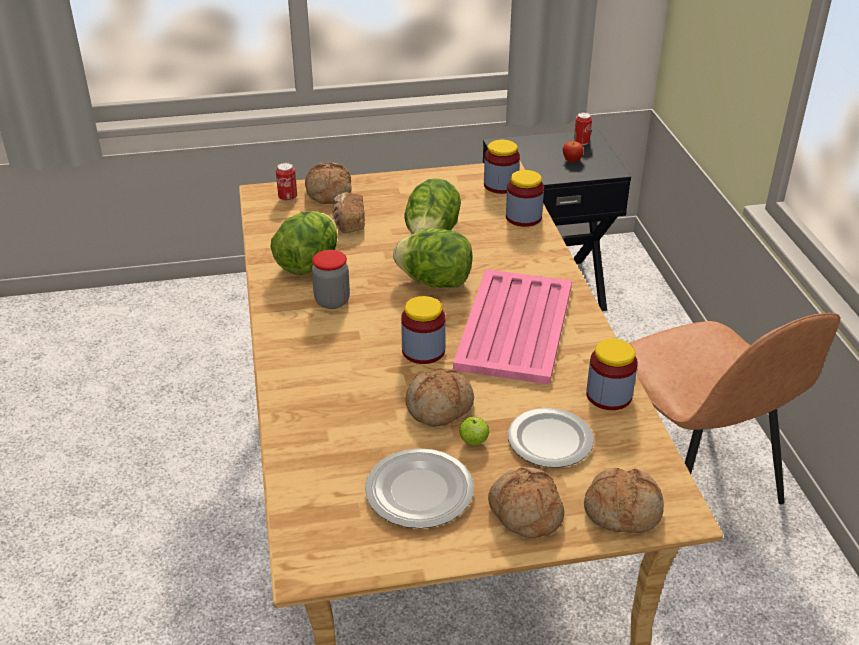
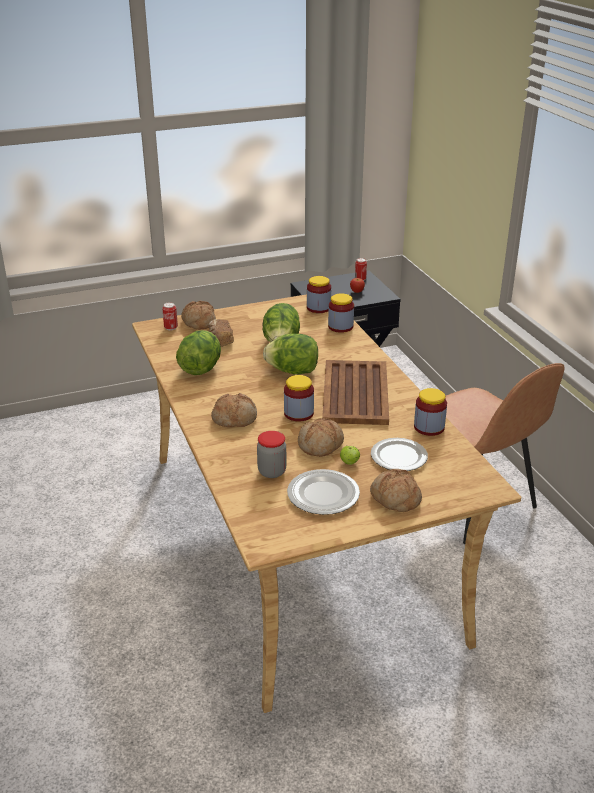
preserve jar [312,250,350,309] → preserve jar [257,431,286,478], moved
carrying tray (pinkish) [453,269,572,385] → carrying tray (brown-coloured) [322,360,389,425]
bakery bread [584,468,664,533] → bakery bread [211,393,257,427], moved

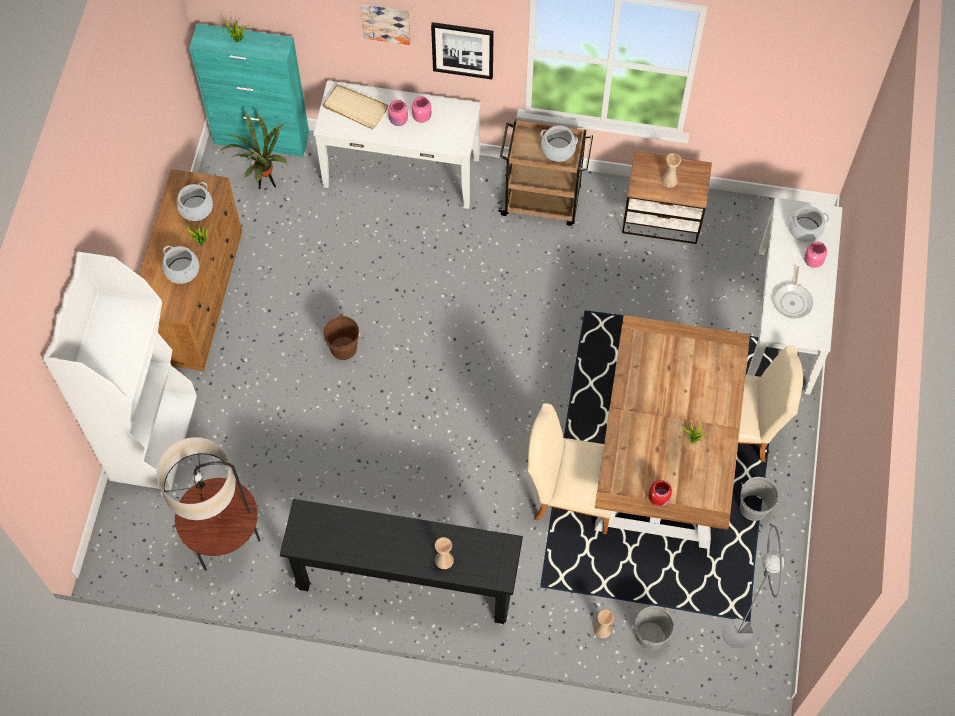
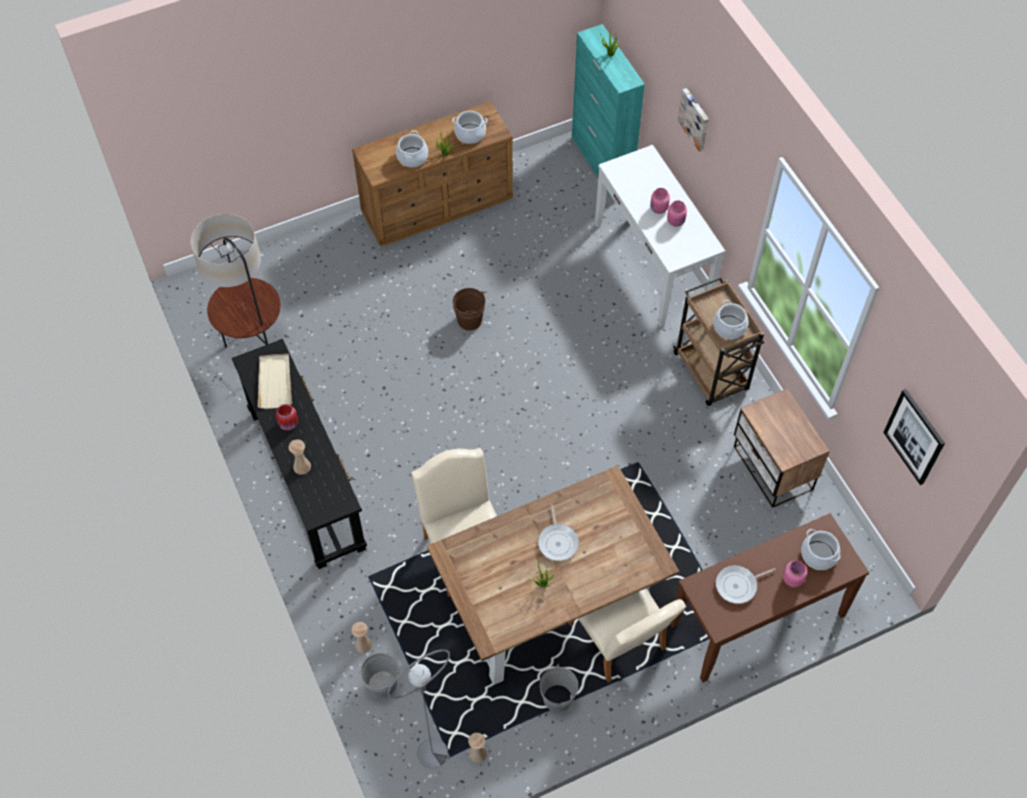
bookshelf (white-coloured) [43,252,197,491] → -
plant in a pot [219,111,287,189] → -
carrying tray (beige) [323,84,388,129] → carrying tray (beige) [258,353,292,409], moved
picture [431,22,494,79] → picture [883,389,945,485], moved
preserve jar (reddish) [649,480,672,507] → preserve jar (reddish) [276,404,298,431], moved
flower vase (beige) [661,153,681,188] → flower vase (beige) [468,733,487,763], moved
console table (white-coloured) [747,197,842,395] → console table (brown-coloured) [670,513,869,682]
- → frying pan [538,504,579,561]

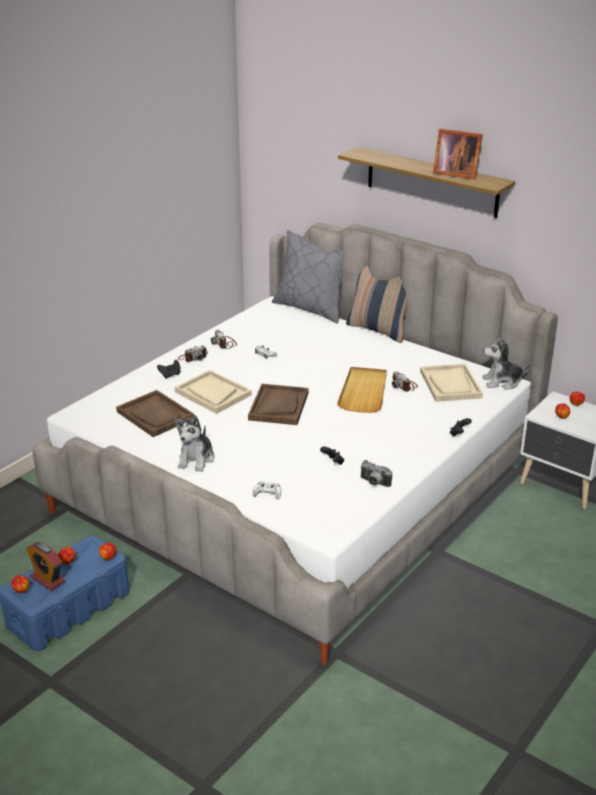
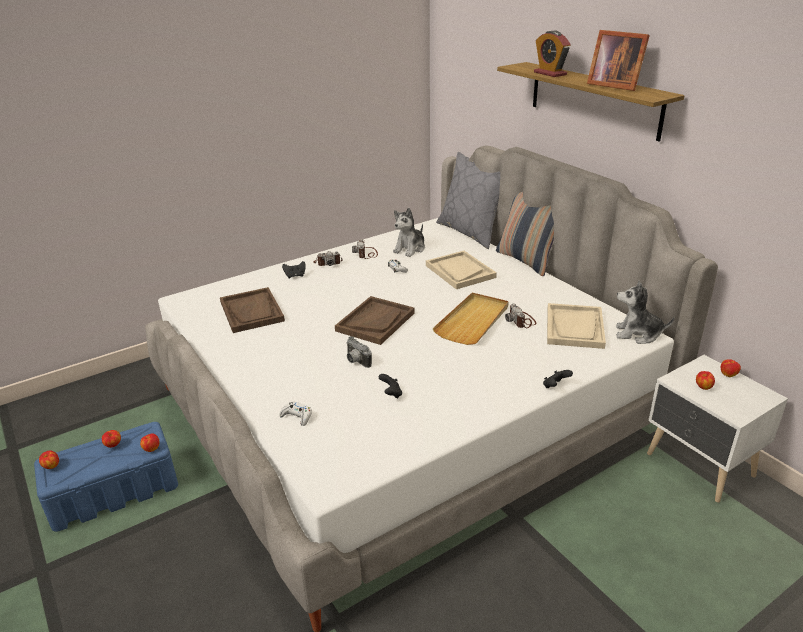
bedside clock [26,542,65,591] → bedside clock [534,31,571,77], moved
plush toy [174,414,215,472] → plush toy [393,208,425,257], moved
carrying tray (beige) [175,370,252,414] → carrying tray (beige) [426,251,497,289], moved
still camera [360,460,392,487] → still camera [346,336,372,368], moved

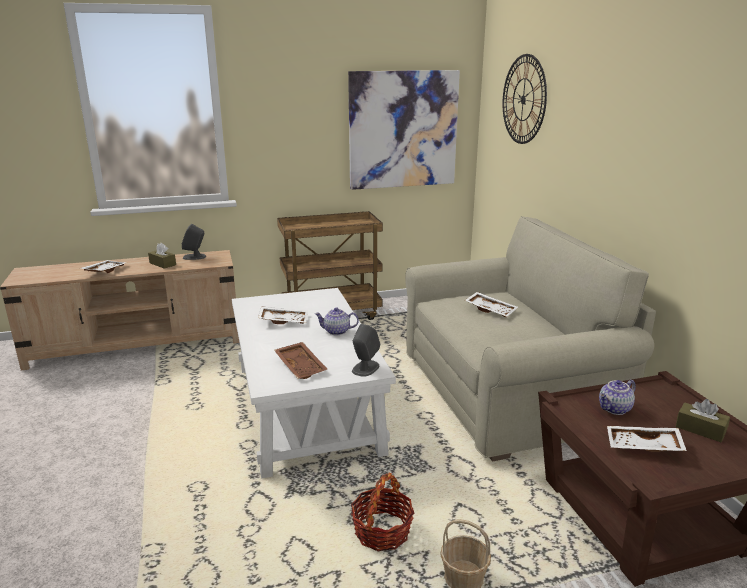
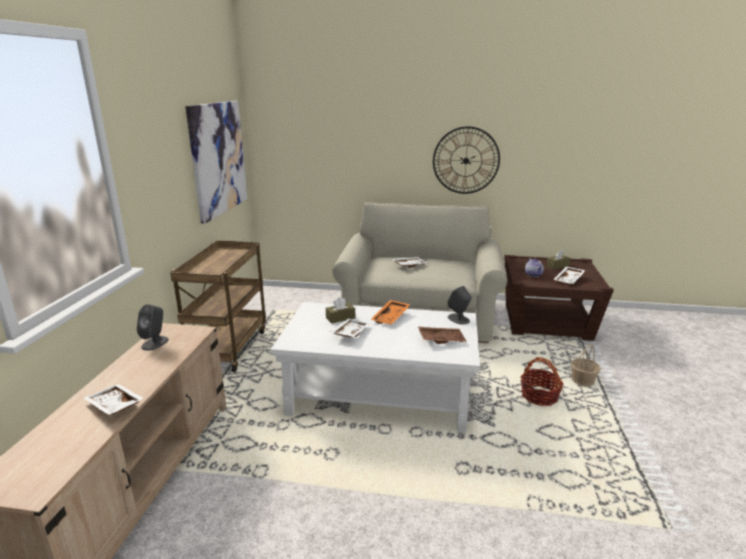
box of tissues (brown-coloured) [148,243,176,269] → box of tissues (brown-coloured) [326,297,355,324], moved
teapot [315,307,359,335] → carrying tray (orange-coloured) [370,300,410,324]
clock on the wall [503,54,547,144] → clock on the wall [433,126,500,194], moved

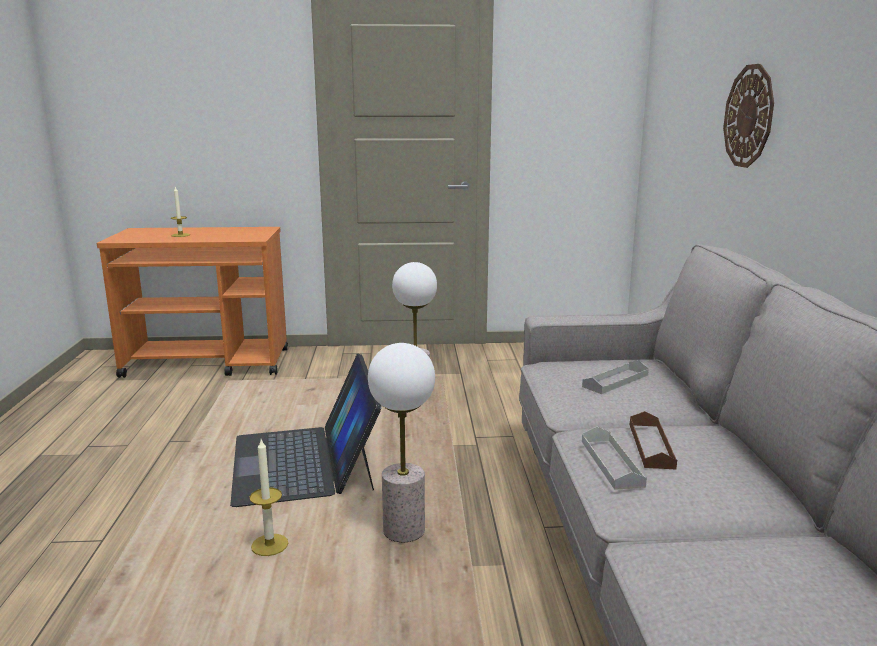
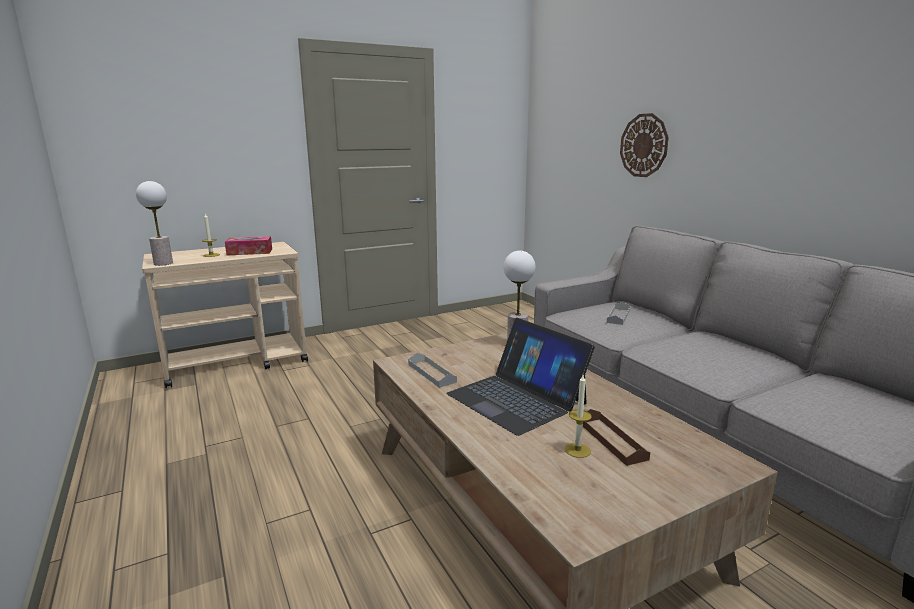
wheeled cart (orange-coloured) [97,227,288,378] → wheeled cart (beige) [142,242,308,388]
table lamp [368,343,435,542] → table lamp [136,181,173,266], moved
carrying tray (gray) [582,426,647,490] → carrying tray (gray) [408,353,457,388], moved
carrying tray (brown-coloured) [630,411,677,469] → carrying tray (brown-coloured) [583,409,650,466], moved
- → box of tissues [225,236,272,255]

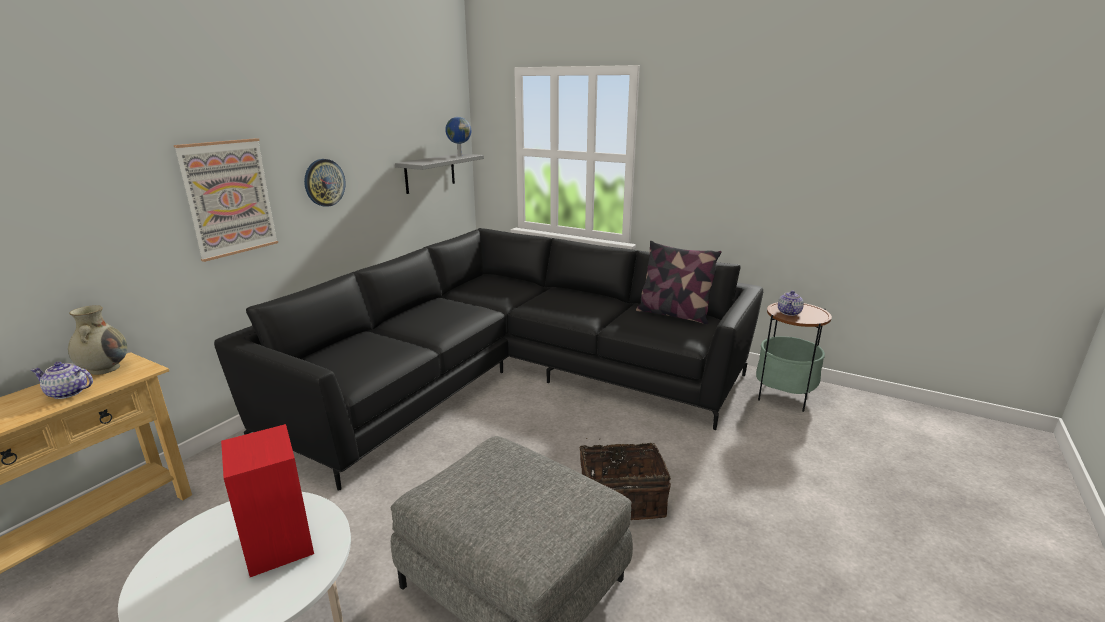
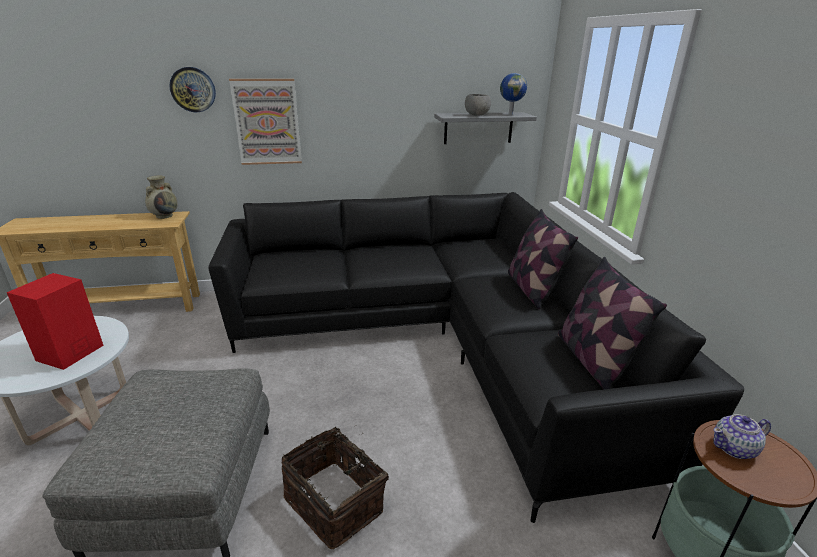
teapot [31,362,93,399] → -
clock on the wall [304,159,346,207] → clock on the wall [169,67,216,112], moved
- → bowl (gray) [465,94,491,116]
- → throw pillow [508,209,578,309]

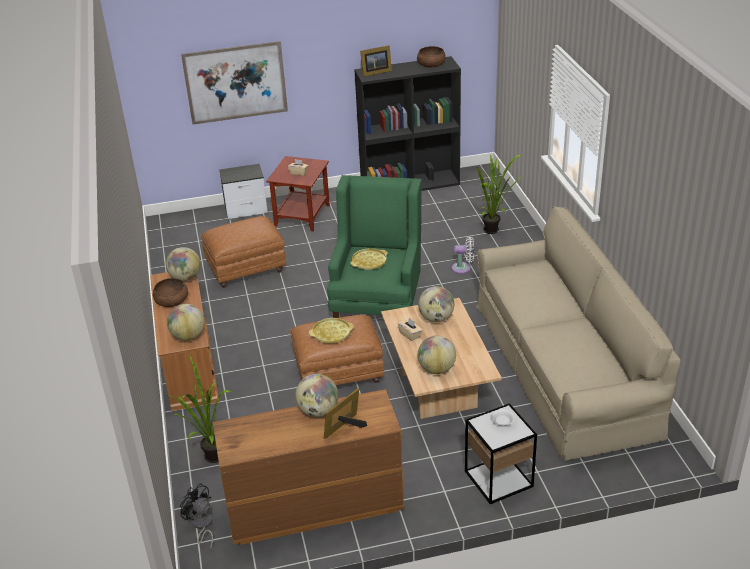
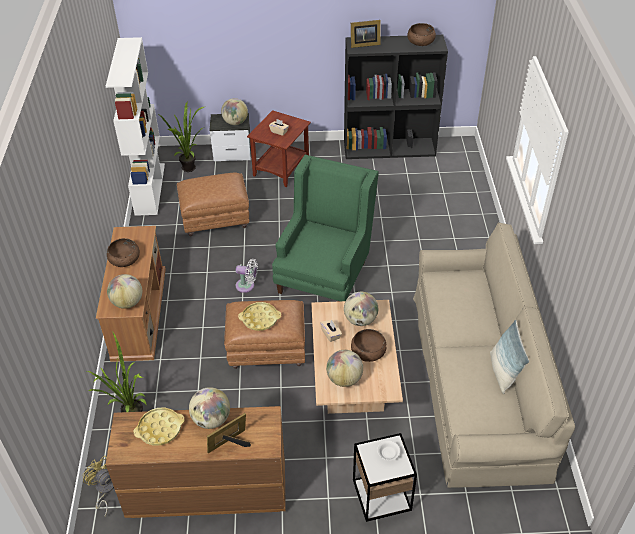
desk globe [166,247,201,281] → desk globe [221,98,248,125], moved
electric fan (black) [180,483,213,549] → electric fan (yellow-coloured) [83,456,114,516]
picture [181,41,288,125] → -
carrying tray (yellow-coloured) [351,248,388,270] → carrying tray (yellow-coloured) [133,408,185,446], moved
electric fan (white-coloured) [452,237,474,274] → electric fan (white-coloured) [236,259,258,293], moved
plant in a pot [477,154,523,234] → plant in a pot [160,102,204,172], moved
- → bookshelf (white-coloured) [106,37,165,216]
- → bowl (brown-coloured) [351,329,387,362]
- → throw pillow [490,320,529,394]

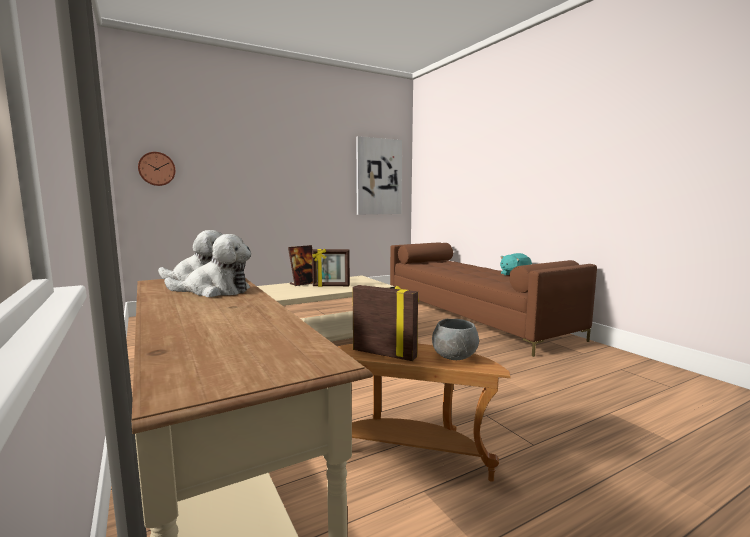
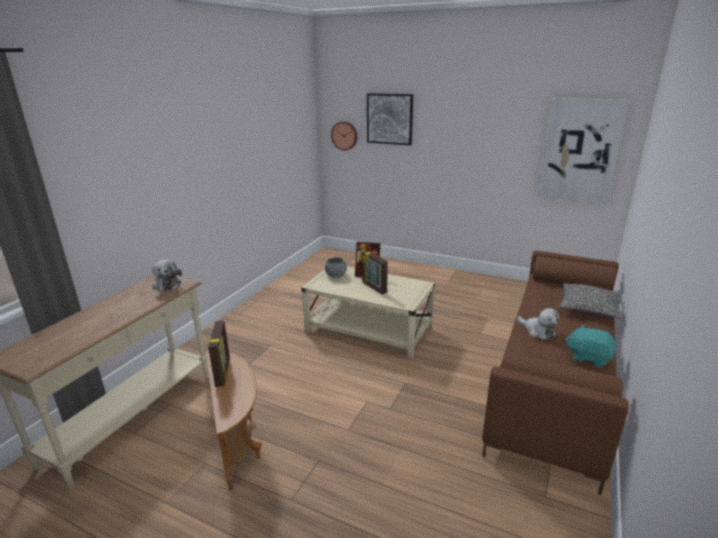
plush toy [164,234,251,297] → plush toy [517,308,559,340], moved
bowl (gray) [432,319,479,360] → bowl (gray) [325,257,347,278], moved
- → picture [367,93,413,145]
- → throw pillow [559,283,623,319]

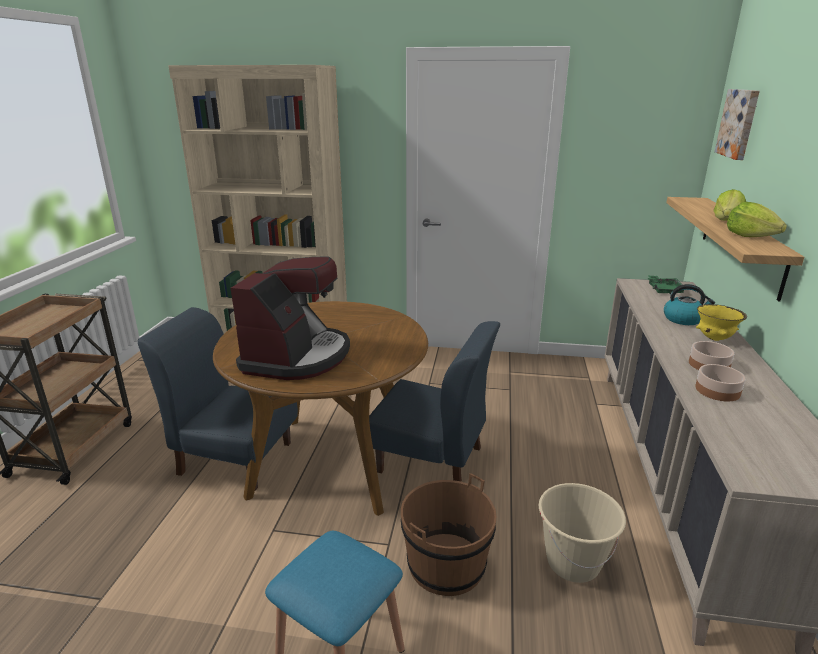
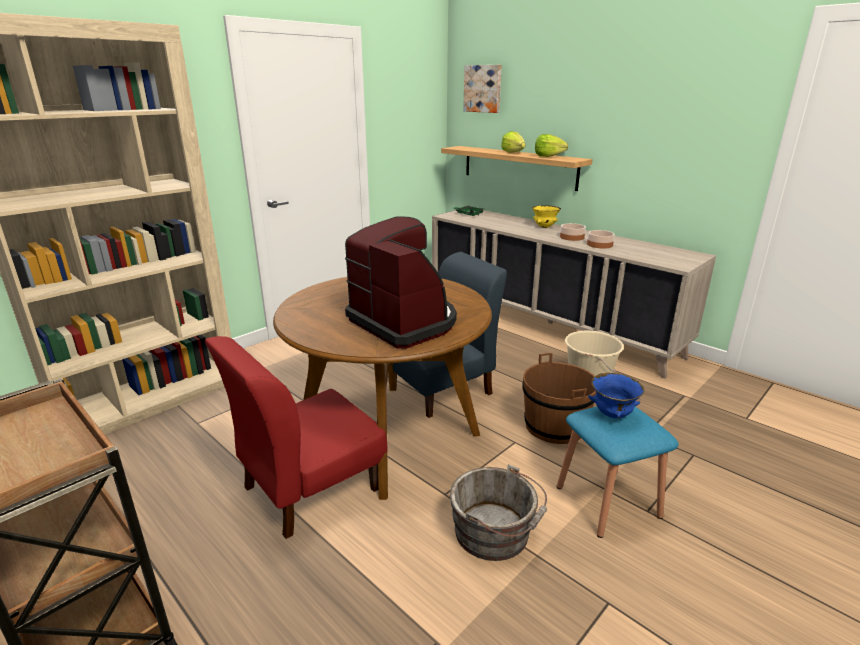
chair (blue) [138,307,298,491] → chair (reddish) [205,336,387,539]
kettle [664,284,715,325] → -
- → water bucket (gray) [450,464,547,561]
- → bowl (blue) [588,373,644,418]

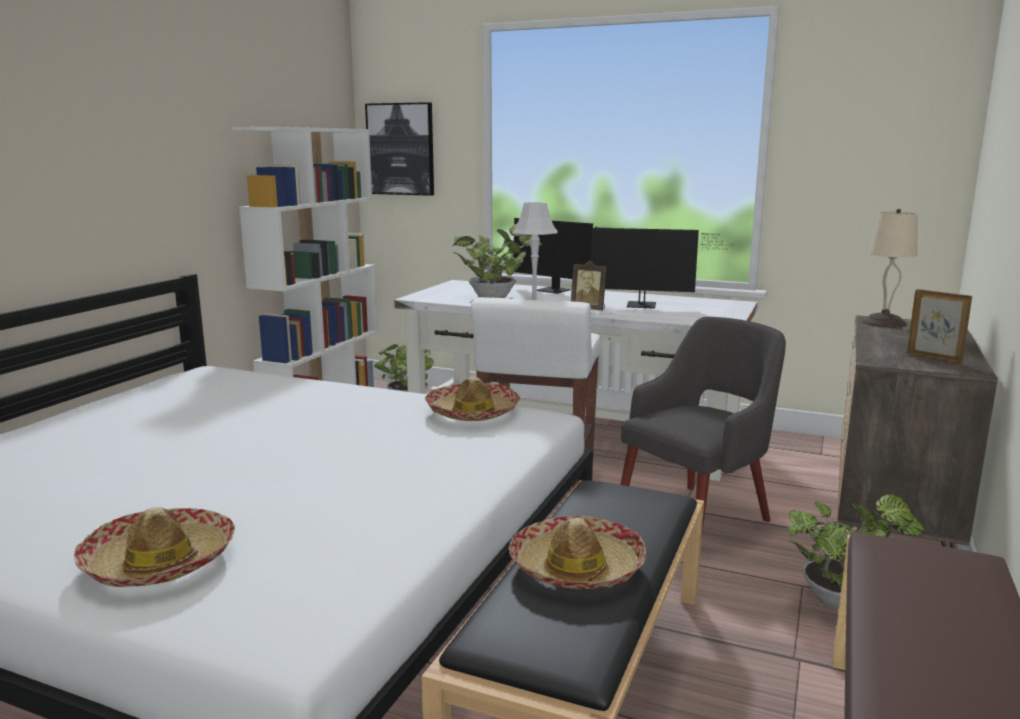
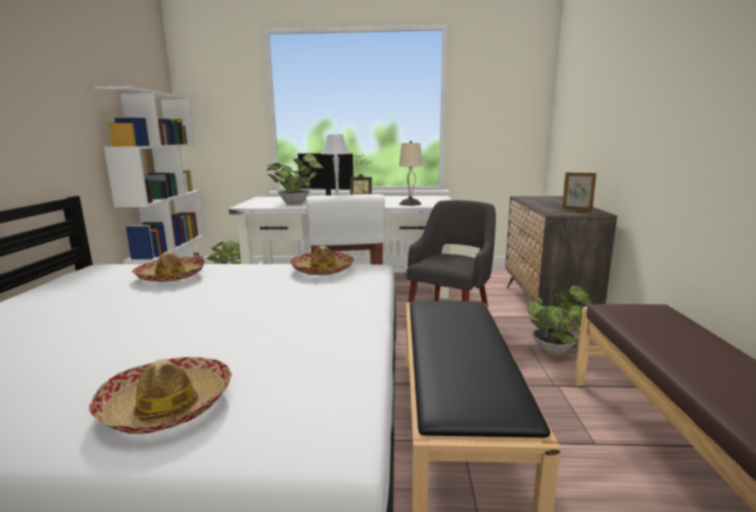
picture [365,102,434,196] → -
hat [509,516,646,589] → hat [132,251,205,282], moved
monitor [591,228,732,309] → -
table lamp (beige) [862,209,918,328] → table lamp (beige) [399,141,423,206], moved

